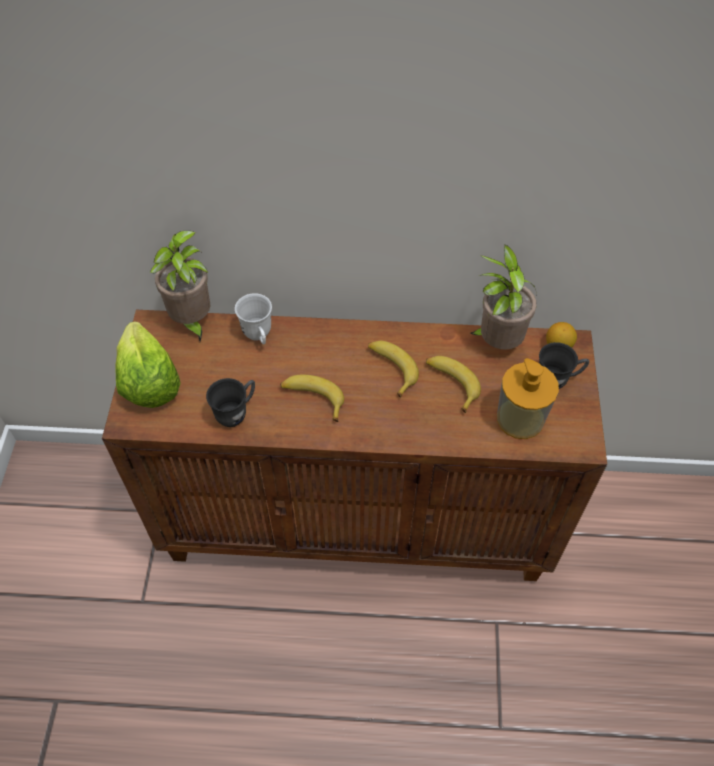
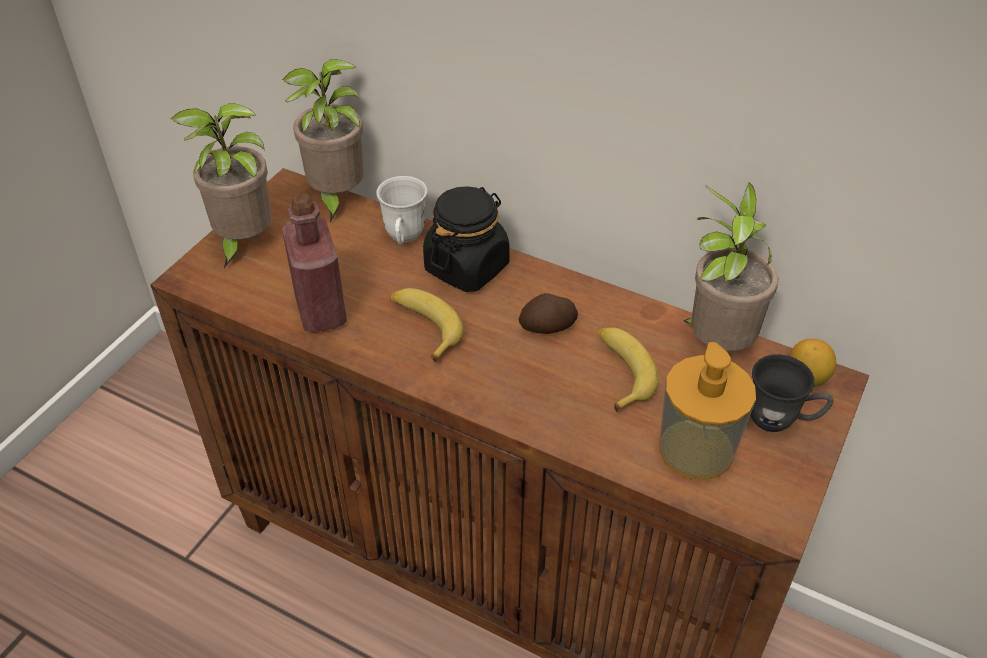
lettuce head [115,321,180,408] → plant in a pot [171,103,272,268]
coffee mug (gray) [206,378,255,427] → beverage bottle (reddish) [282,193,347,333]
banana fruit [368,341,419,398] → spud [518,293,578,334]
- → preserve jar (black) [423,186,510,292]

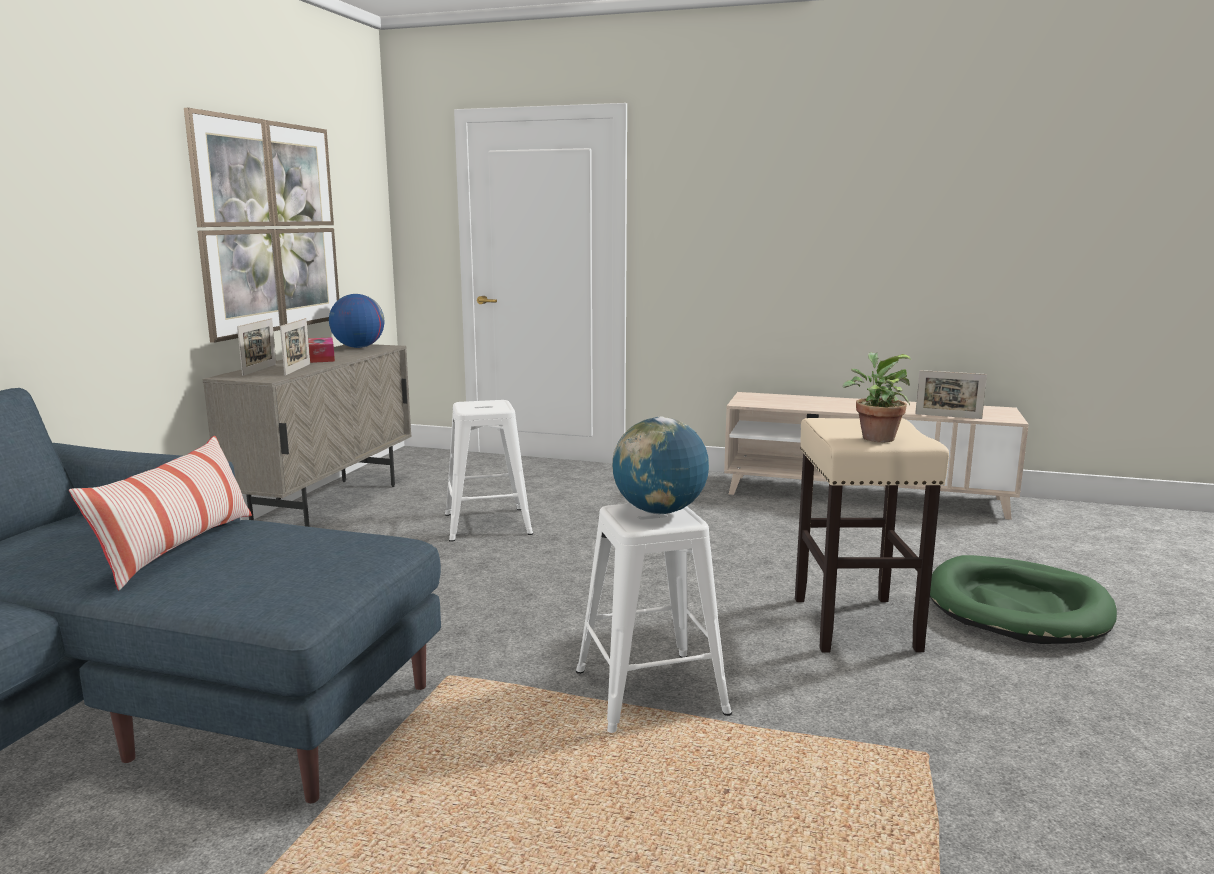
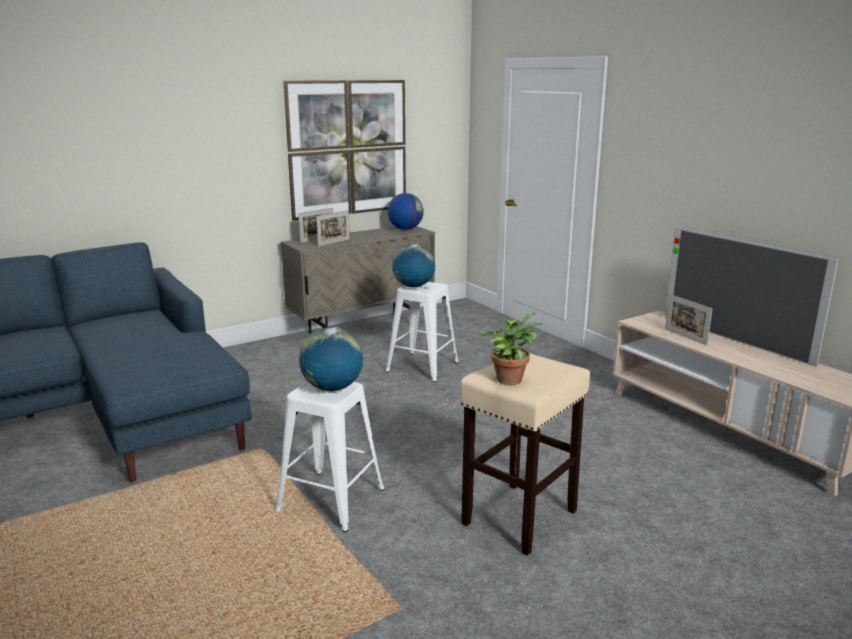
throw pillow [69,436,252,590] → -
box of tissues [308,337,335,363] → -
standing frame [915,370,987,419] → standing frame [665,294,713,346], moved
pet bed (greenish) [930,555,1117,644] → -
- → desk globe [392,244,436,287]
- → television [665,227,839,367]

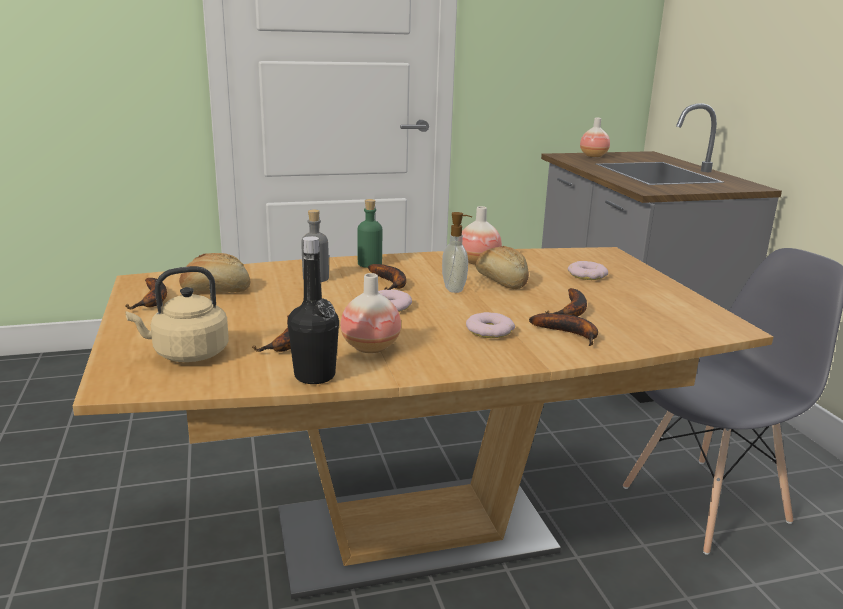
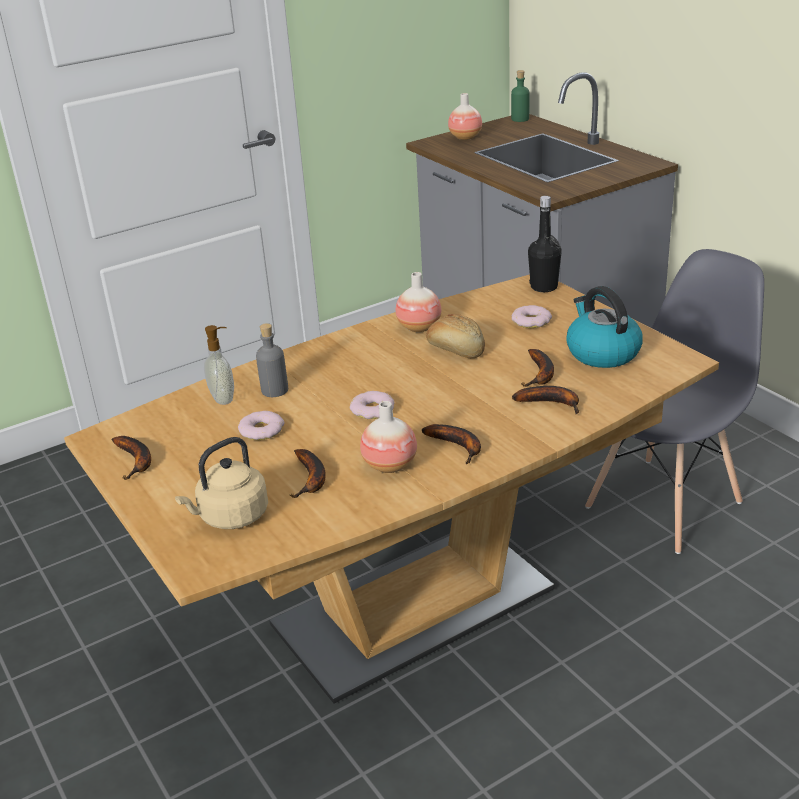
bakery bread [179,253,250,292] → -
beverage bottle (black) [288,236,339,384] → beverage bottle (black) [528,196,562,292], moved
beverage bottle (greenish) [357,199,382,268] → beverage bottle (greenish) [511,70,530,122], moved
banana fruit [368,264,406,290] → banana fruit [422,424,481,464], moved
soap bottle [442,212,472,293] → soap bottle [204,325,234,405], moved
ring doughnut [466,312,515,338] → ring doughnut [238,411,285,440], moved
- → kettle [566,286,643,368]

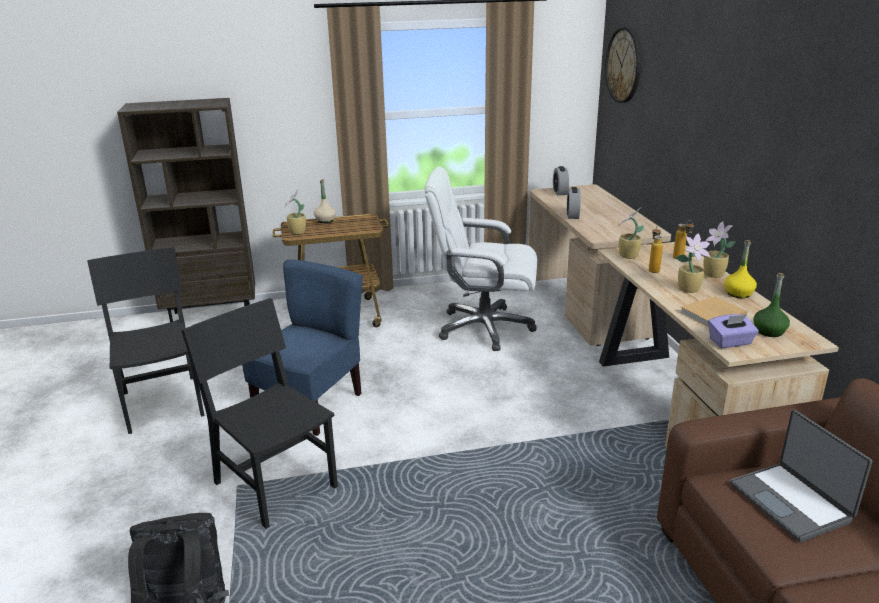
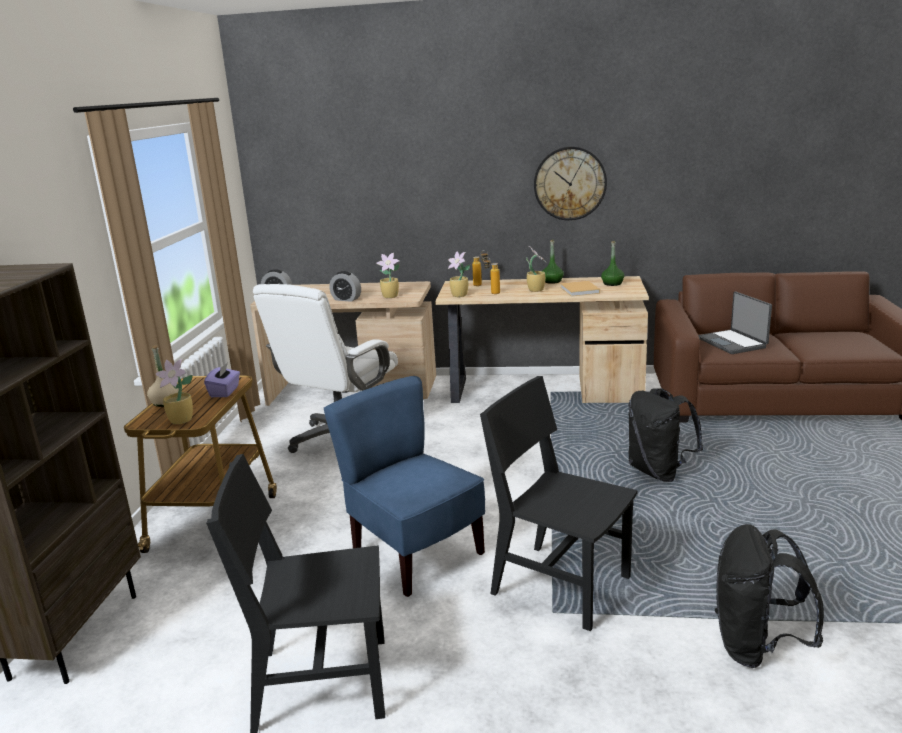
chair (black) [181,298,338,529] → chair (black) [480,376,637,631], 60 degrees clockwise
clock on the wall [605,27,641,103] → clock on the wall [534,147,607,221], moved
plant in a pot [703,222,735,278] → plant in a pot [376,253,400,298], moved
box of tissues (purple-coloured) [708,314,759,348] → box of tissues (purple-coloured) [204,363,240,397], moved
beverage bottle (yellow-coloured) [724,240,757,298] → beverage bottle (greenish) [543,240,564,284]
notebook computer [730,410,872,542] → notebook computer [698,291,772,354], 75 degrees clockwise
- → knapsack (black) [628,388,703,482]

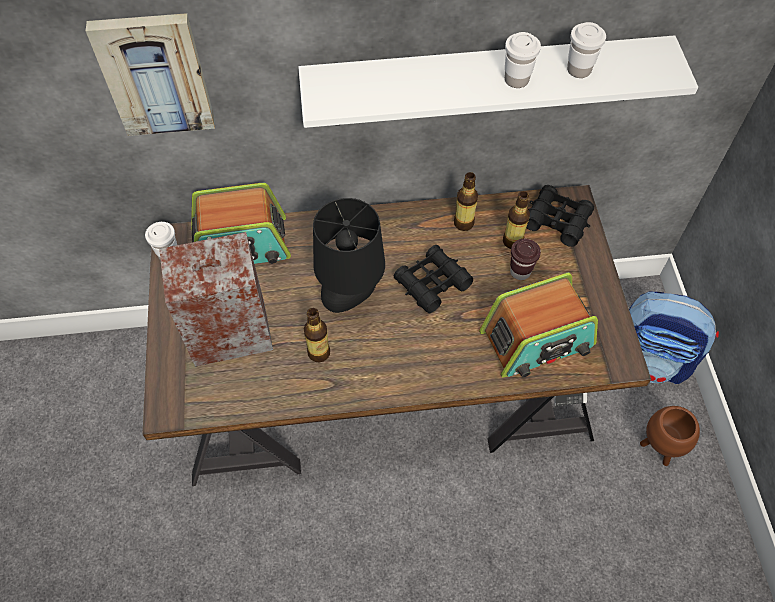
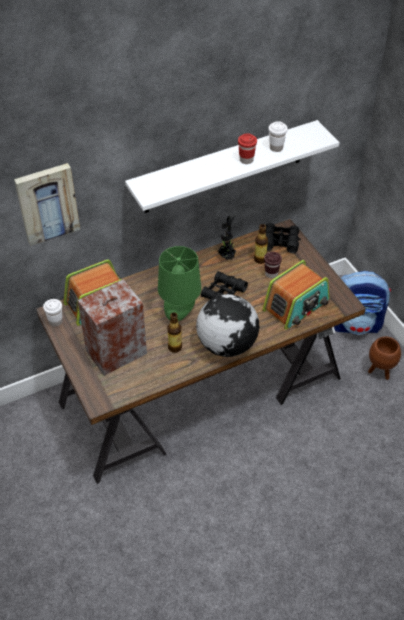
table lamp (black) [313,198,385,313] → table lamp (greenish) [158,246,201,321]
beverage bottle [454,172,478,231] → plant in a pot [218,216,238,260]
small cup (white-coloured) [505,32,541,88] → small cup (reddish) [238,133,257,164]
- → desk globe [196,294,259,357]

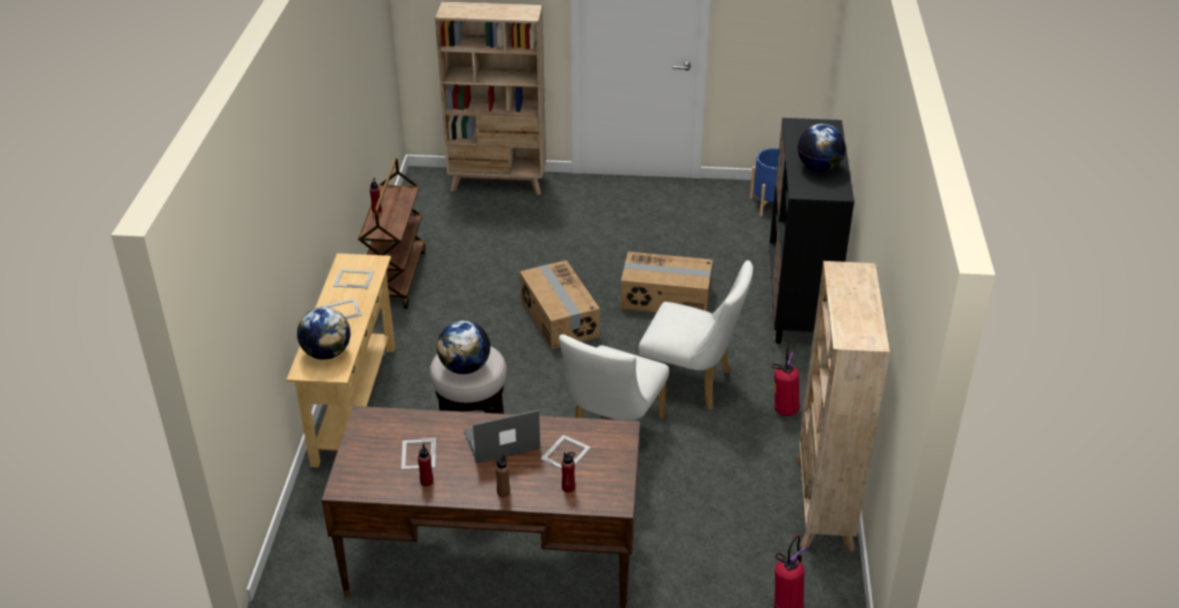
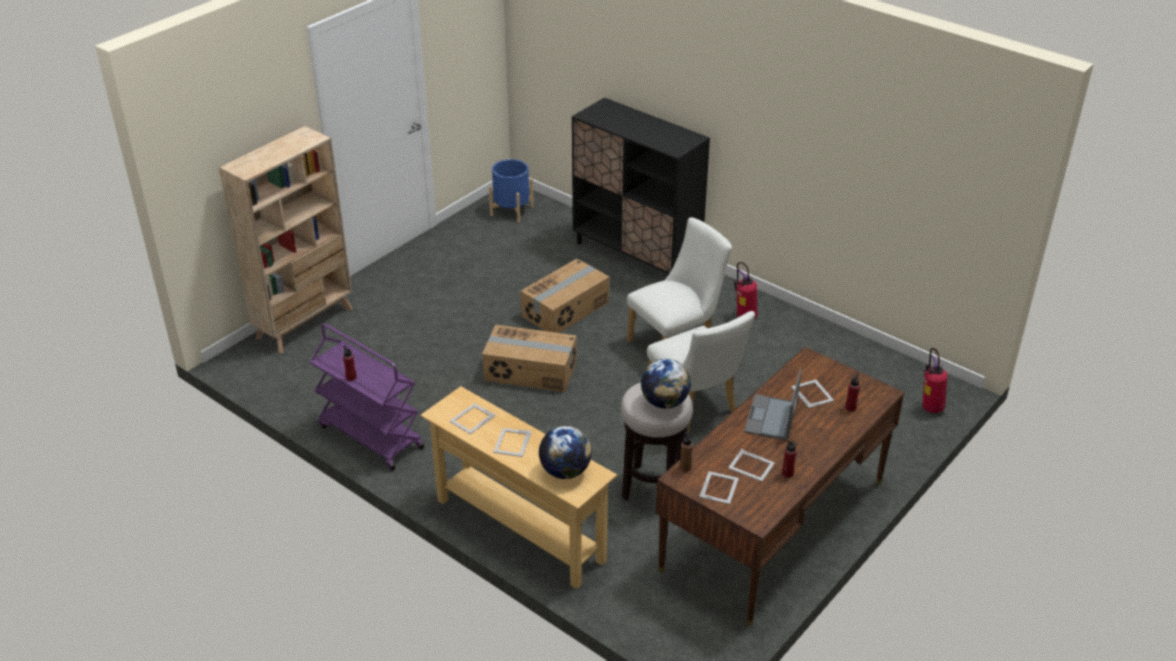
wheeled cart (brown-coloured) [358,158,426,309] → wheeled cart (purple-coloured) [310,323,424,471]
beverage bottle (brown-coloured) [496,455,510,497] → beverage bottle (brown-coloured) [680,432,693,471], moved
bookshelf (beige) [795,261,890,552] → -
desk globe [797,124,846,172] → -
- → standing frame [699,471,739,504]

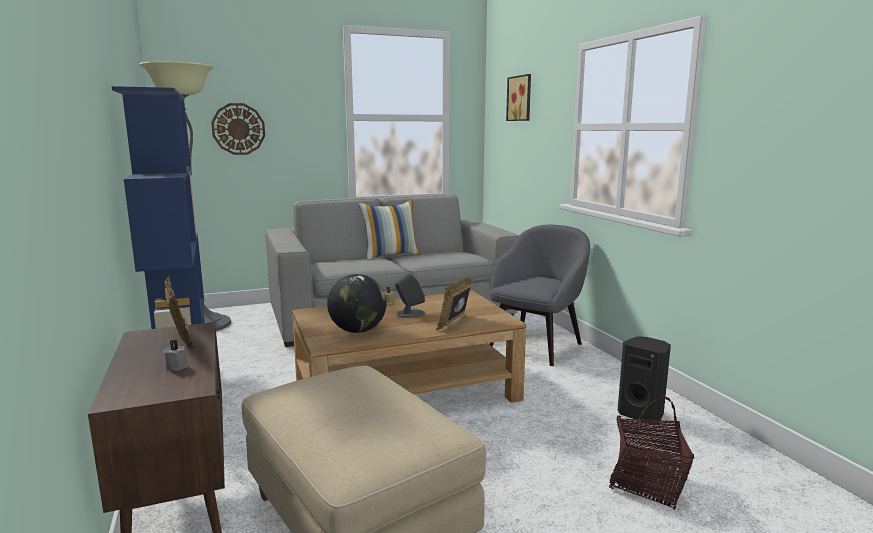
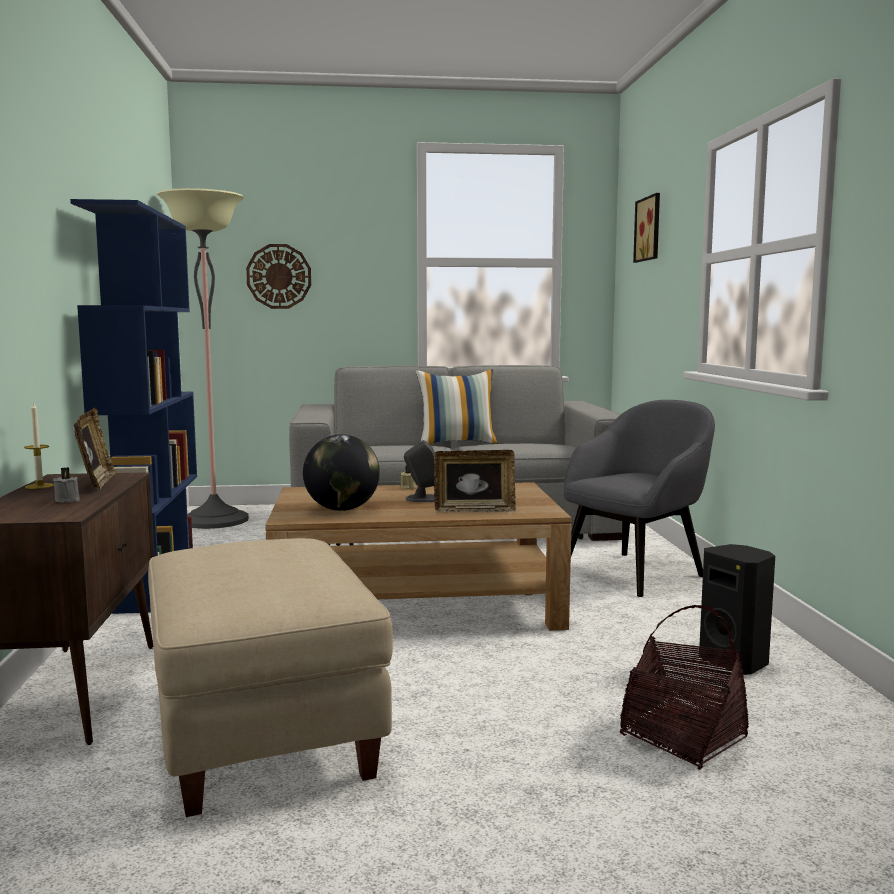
standing frame [436,275,472,330] → standing frame [434,450,516,512], 135 degrees counterclockwise
- → wax light [24,401,54,489]

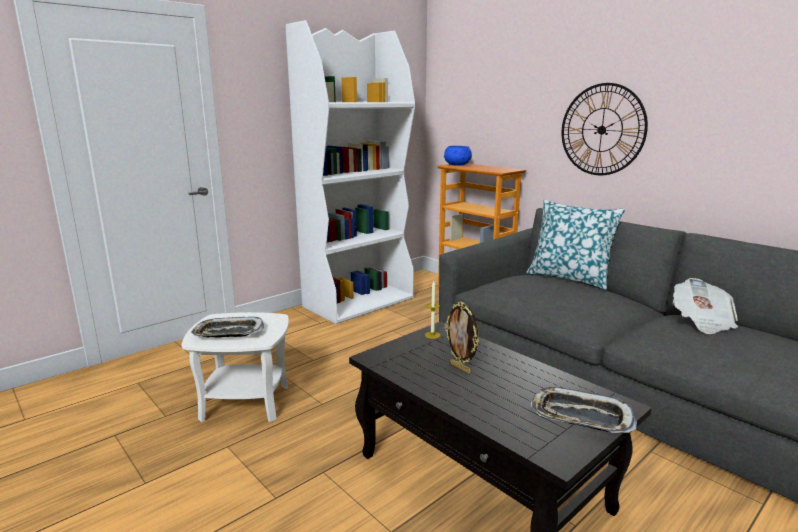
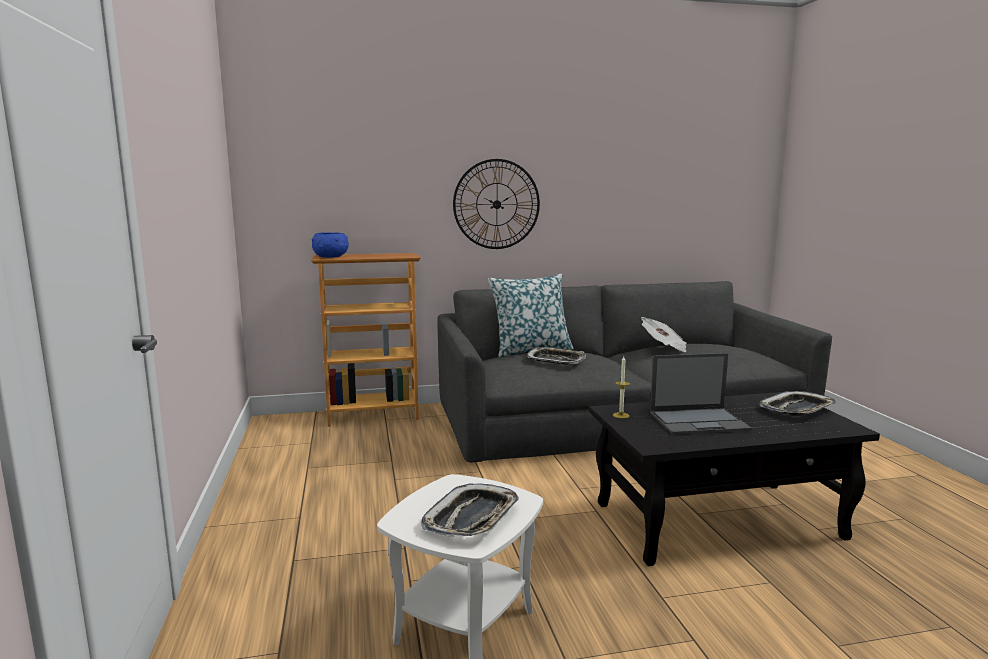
bookshelf (white-coloured) [285,20,415,324] → -
standing frame [445,301,479,373] → notebook computer [650,353,752,435]
- → carrying tray [528,347,586,365]

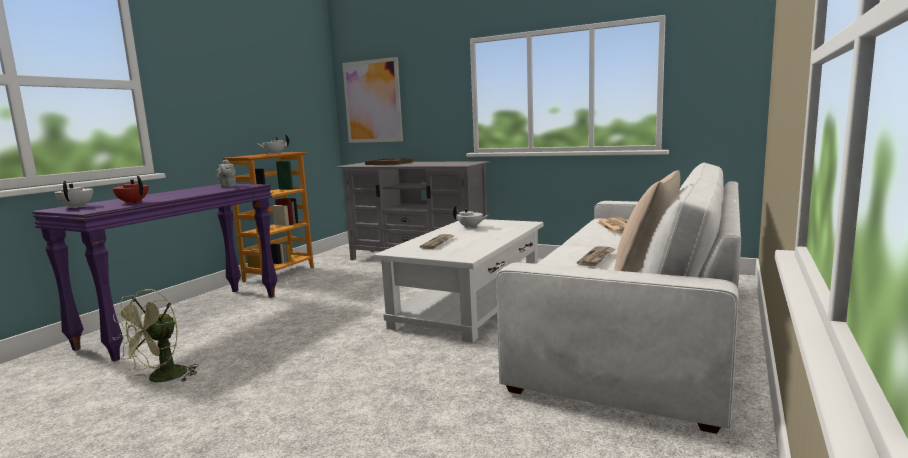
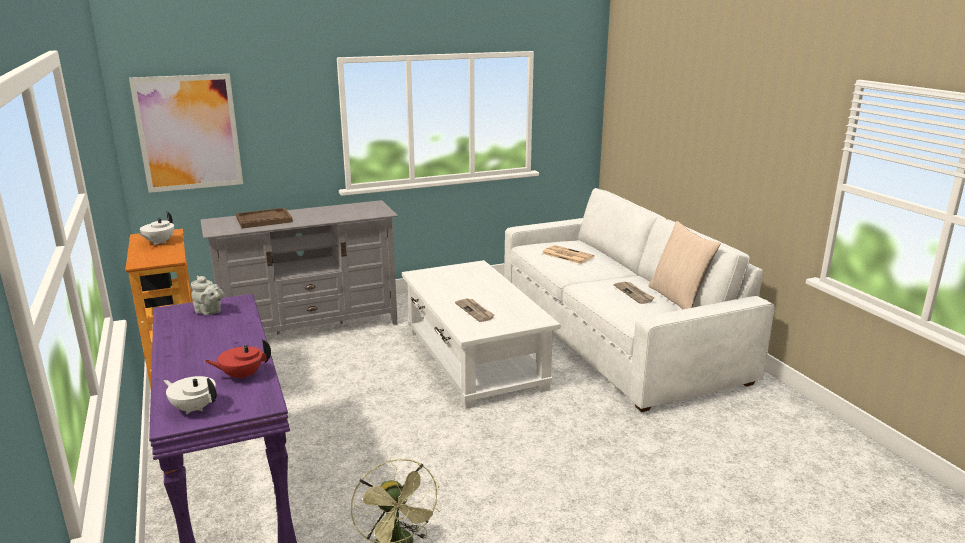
teapot (white-coloured) [453,206,489,229] → -

